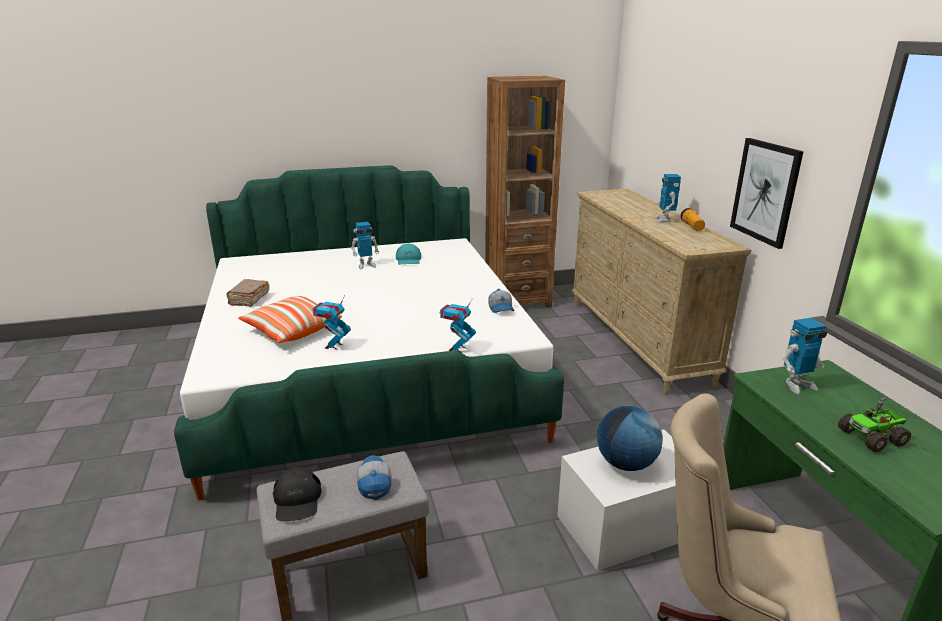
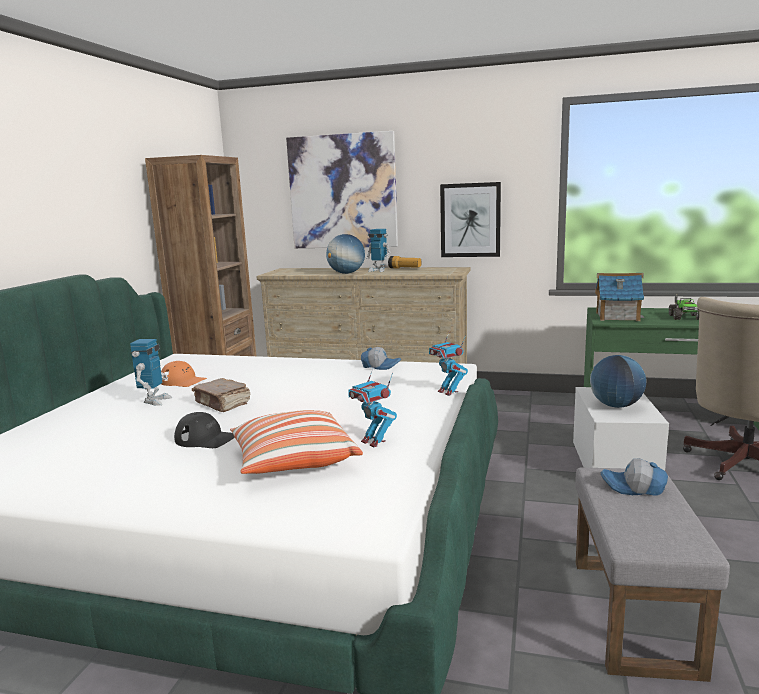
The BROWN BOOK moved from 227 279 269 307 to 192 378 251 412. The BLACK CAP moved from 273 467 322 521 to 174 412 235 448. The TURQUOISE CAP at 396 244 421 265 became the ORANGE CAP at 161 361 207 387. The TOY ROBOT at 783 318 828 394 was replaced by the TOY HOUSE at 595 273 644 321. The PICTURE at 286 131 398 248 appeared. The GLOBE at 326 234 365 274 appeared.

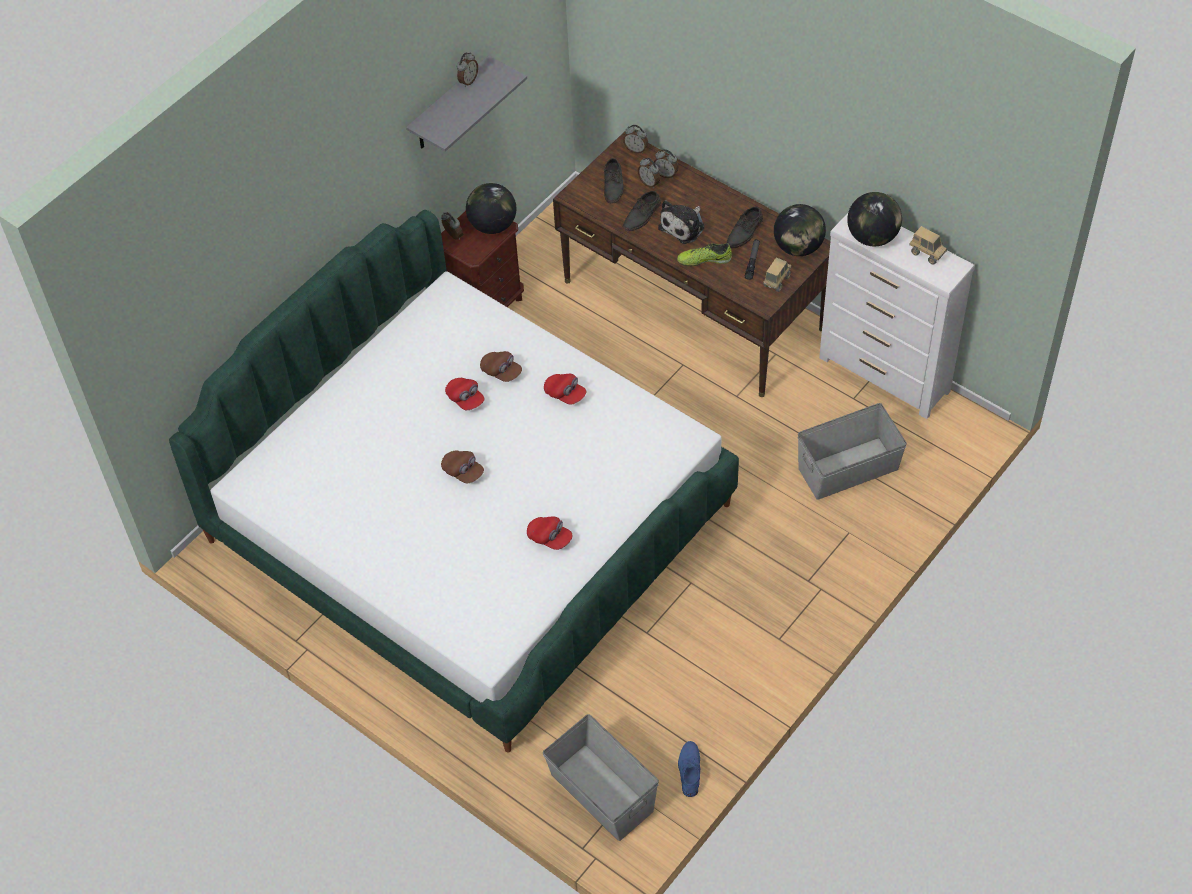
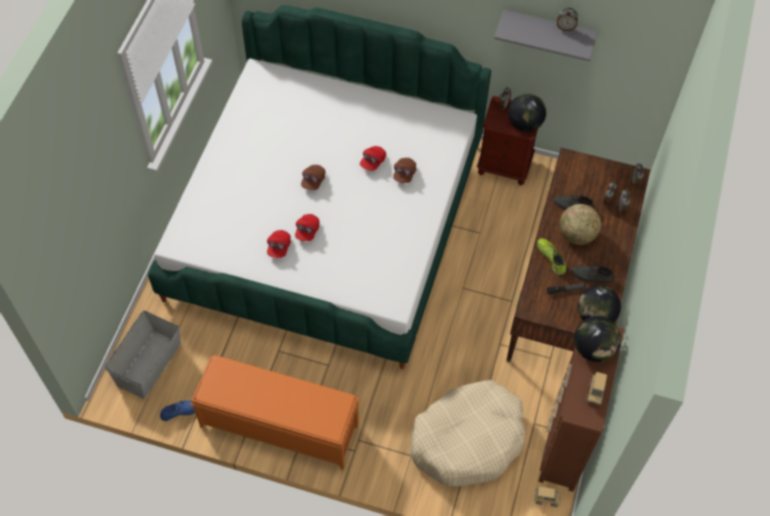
The RED CAP moved from 544 374 586 405 to 295 214 320 241. The GREY SHOE at 604 158 624 204 disappeared. The PLUSH TOY at 658 200 705 244 was replaced by the GLOBE at 560 204 601 245. The TOY TRUCK moved from 763 258 792 292 to 534 486 561 507. The GREY STORAGE BOX at 798 403 907 500 was replaced by the BEIGE DOG BED at 410 380 525 487. The WHITE DRESSER at 819 213 975 419 became the BROWN DRESSER at 539 318 625 492. The ORANGE BENCH at 190 355 360 470 appeared.

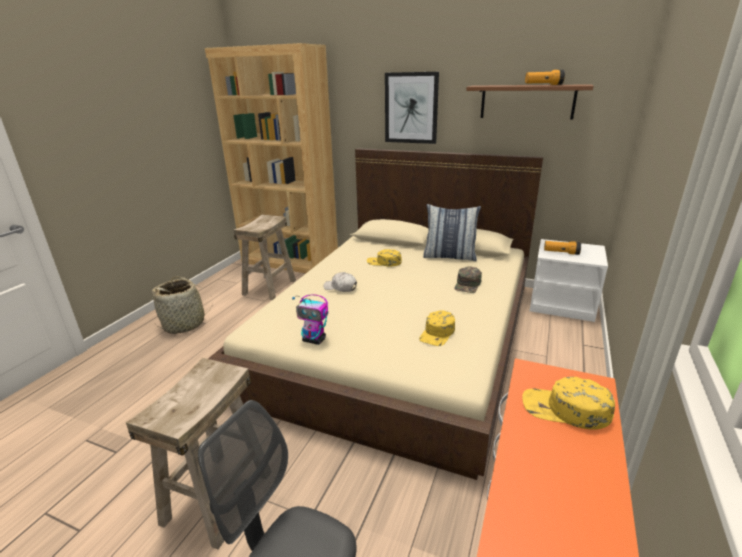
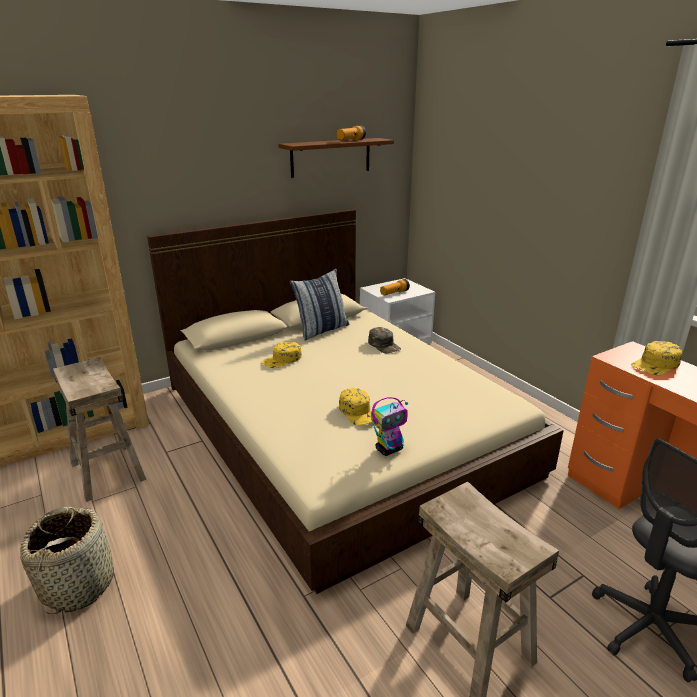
The WHITE CAP at 323 272 357 292 disappeared. The PICTURE at 385 72 439 144 disappeared. The YELLOW CAP moved from 419 310 455 346 to 339 388 372 426.

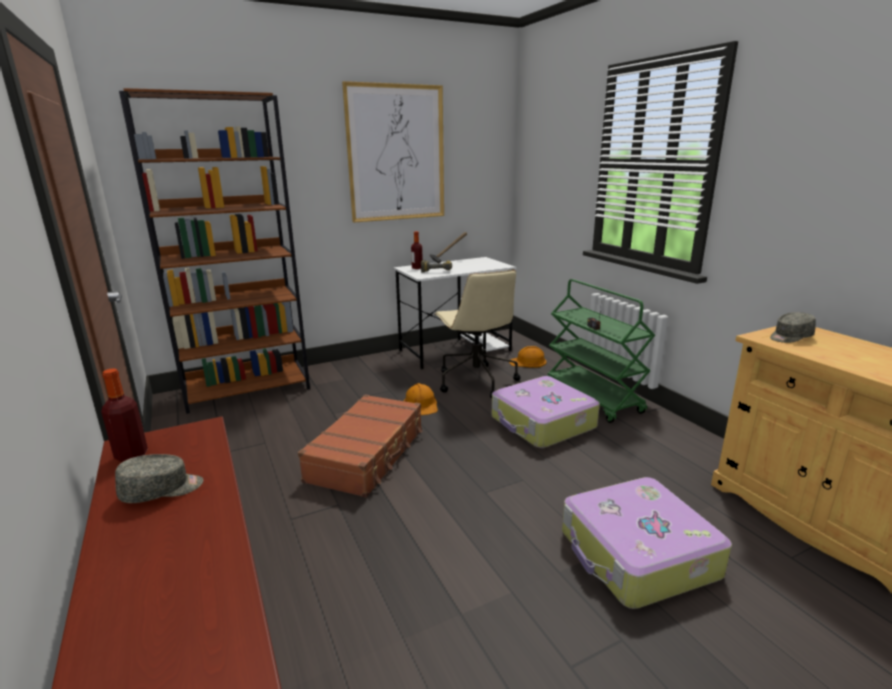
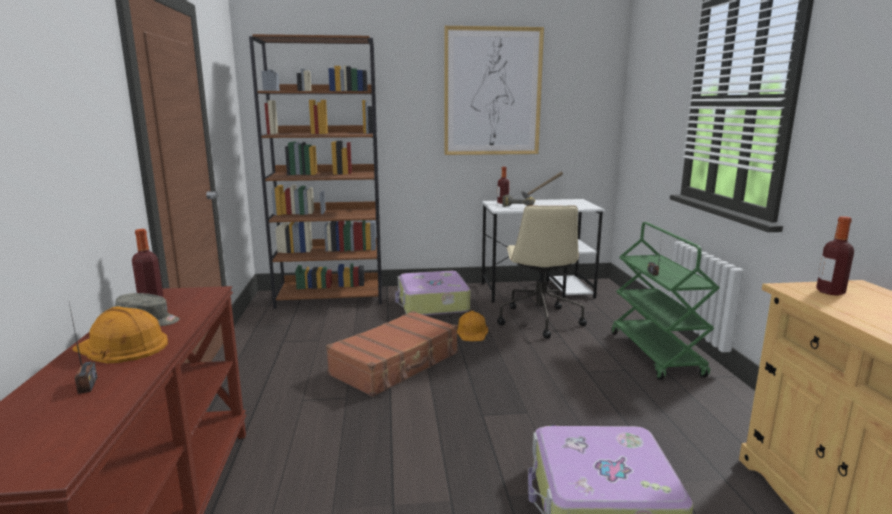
The SUITCASE moved from 492 376 600 448 to 395 271 470 315. The ORANGE HARD HAT moved from 509 346 546 368 to 72 306 168 364. The GREY CAP at 770 312 816 343 was replaced by the BOTTLE at 816 216 854 296. The RADIO at 69 303 98 394 appeared.

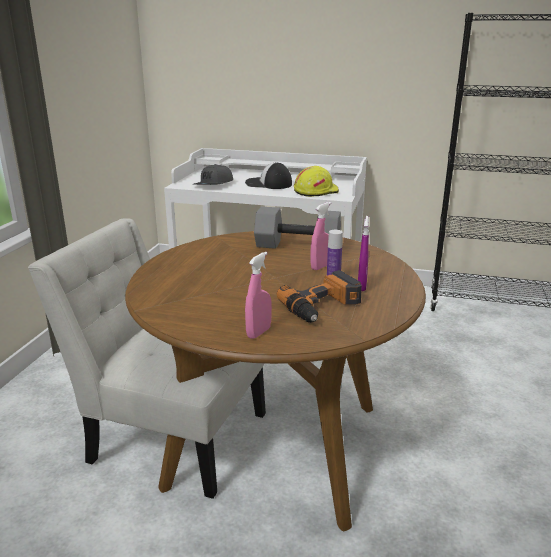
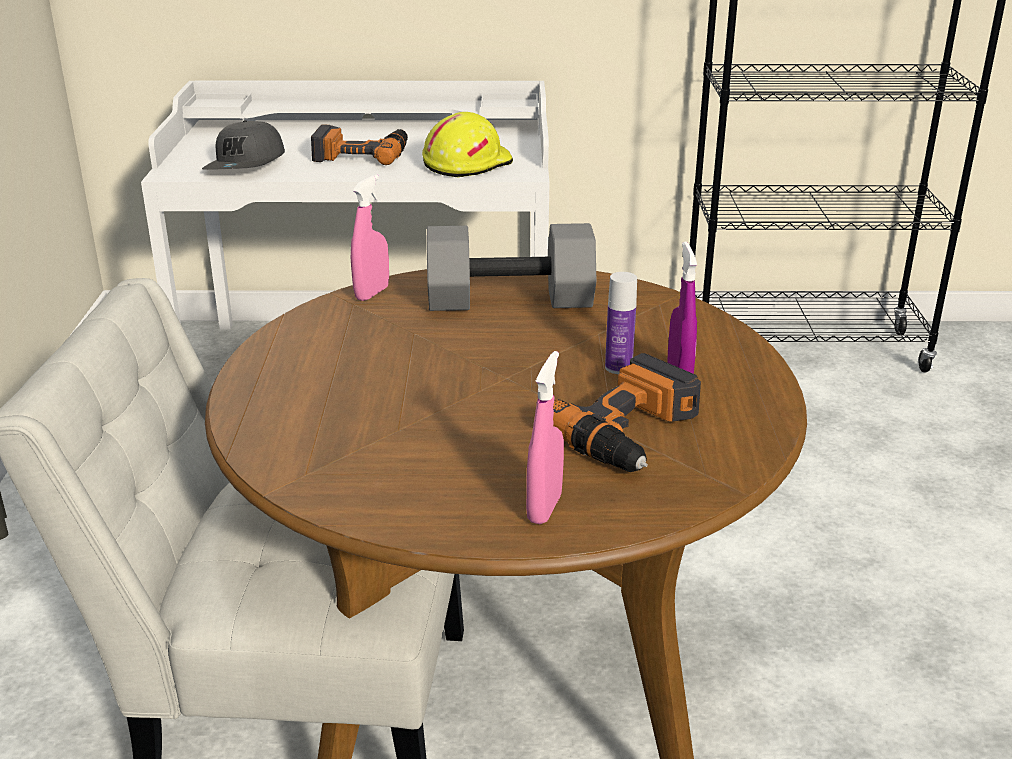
The CAP at 245 162 292 189 was replaced by the POWER DRILL at 311 124 408 165. The PINK SPRAY BOTTLE moved from 311 202 331 270 to 351 175 389 301.

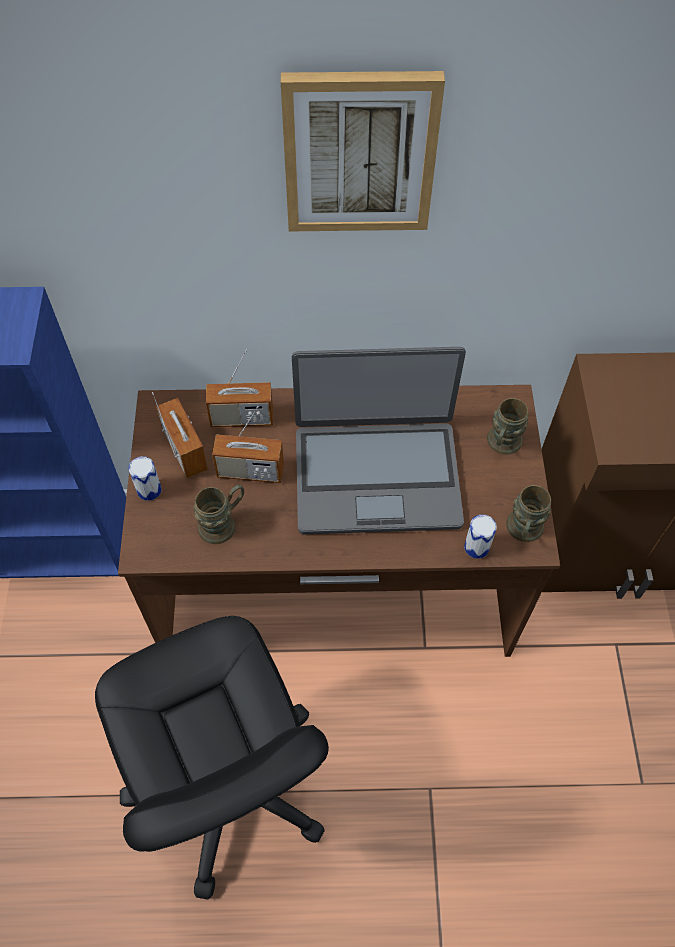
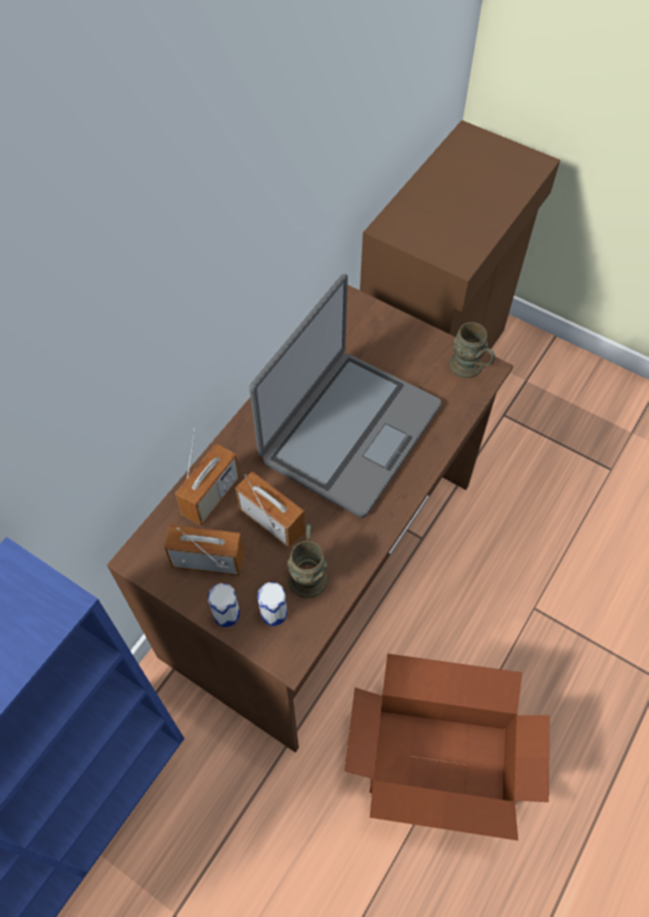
The BLACK OFFICE CHAIR at 95 616 329 900 was replaced by the CARDBOARD BOX at 344 653 549 841. The RADIO at 212 406 284 483 turned 90 degrees counterclockwise. The PICTURE at 281 71 445 232 disappeared. The CAN moved from 464 514 497 559 to 257 582 287 626. The BROWN MUG at 487 398 528 455 disappeared.

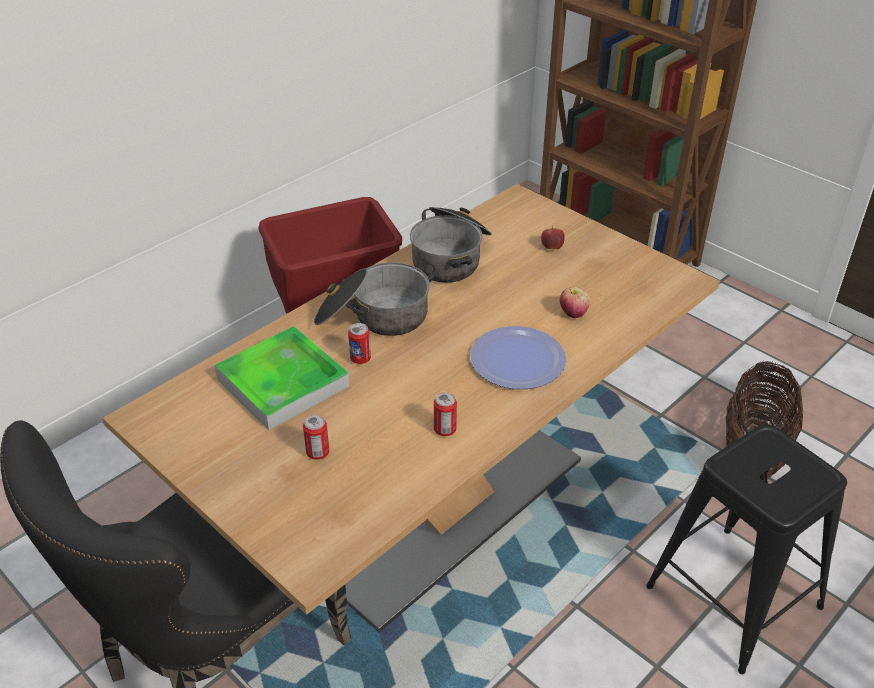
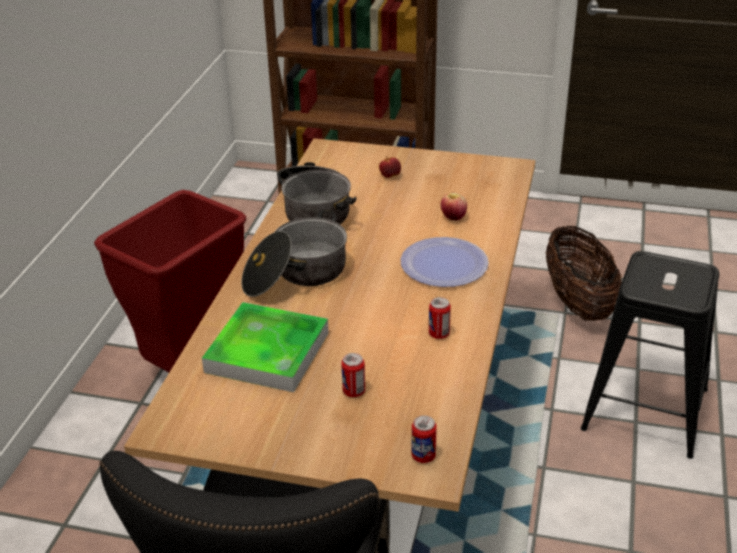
The CAN moved from 348 323 371 364 to 411 415 437 463.

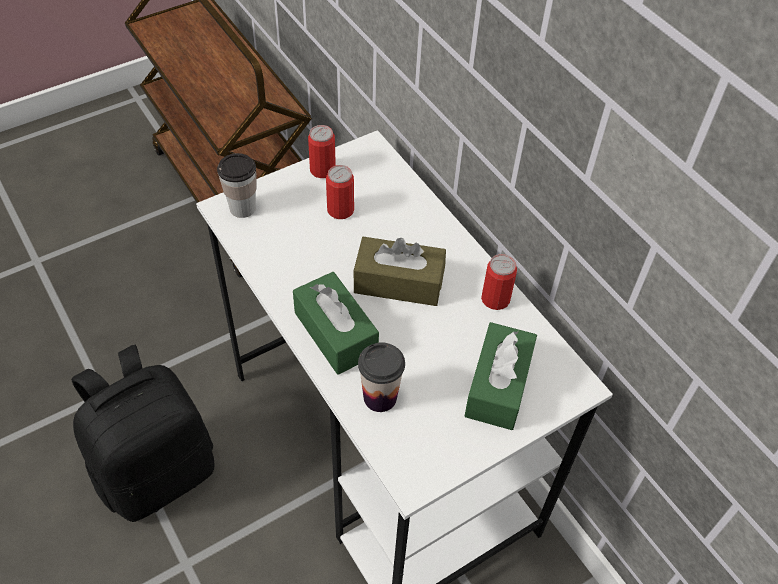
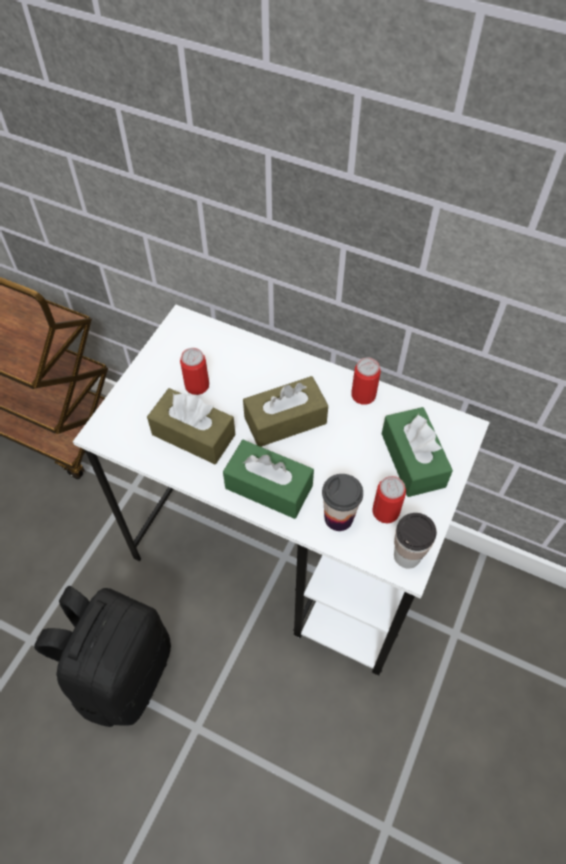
The CUP moved from 217 153 257 218 to 394 513 437 569. The CAN moved from 308 125 336 178 to 372 476 406 524. The BROWN TISSUE BOX at 147 388 235 464 appeared.

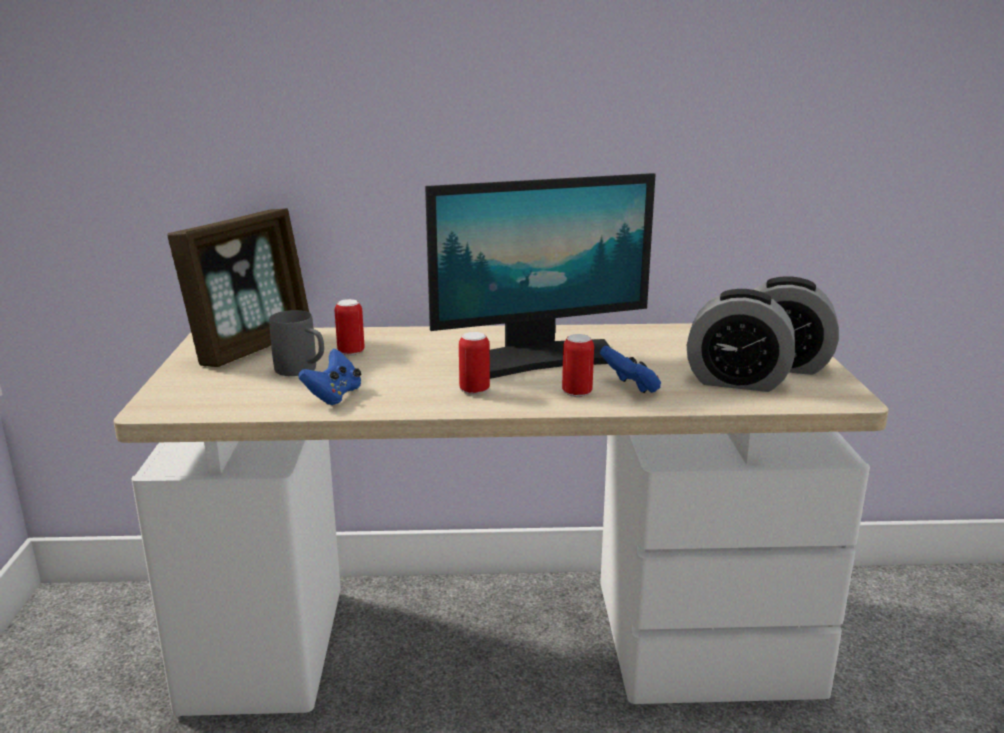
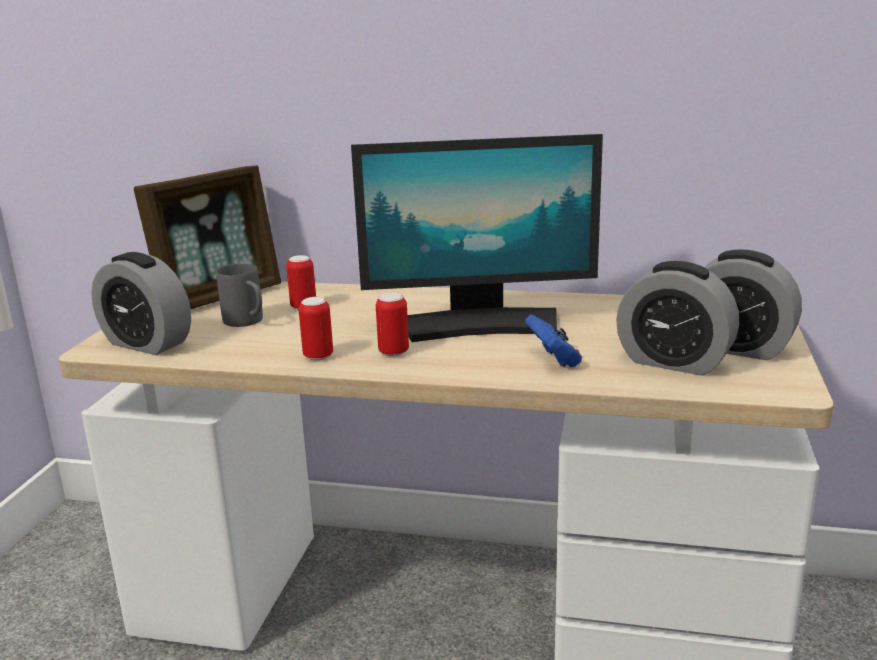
The BLUE GAME CONTROLLER at 298 349 361 405 disappeared. The CAN moved from 562 334 594 397 to 299 297 333 361. The ALARM CLOCK at 91 252 191 355 appeared.

